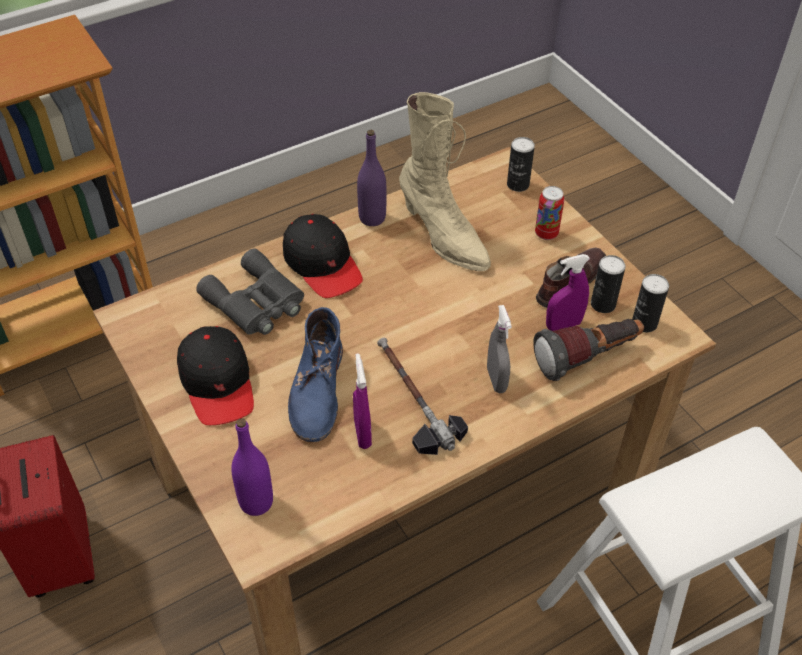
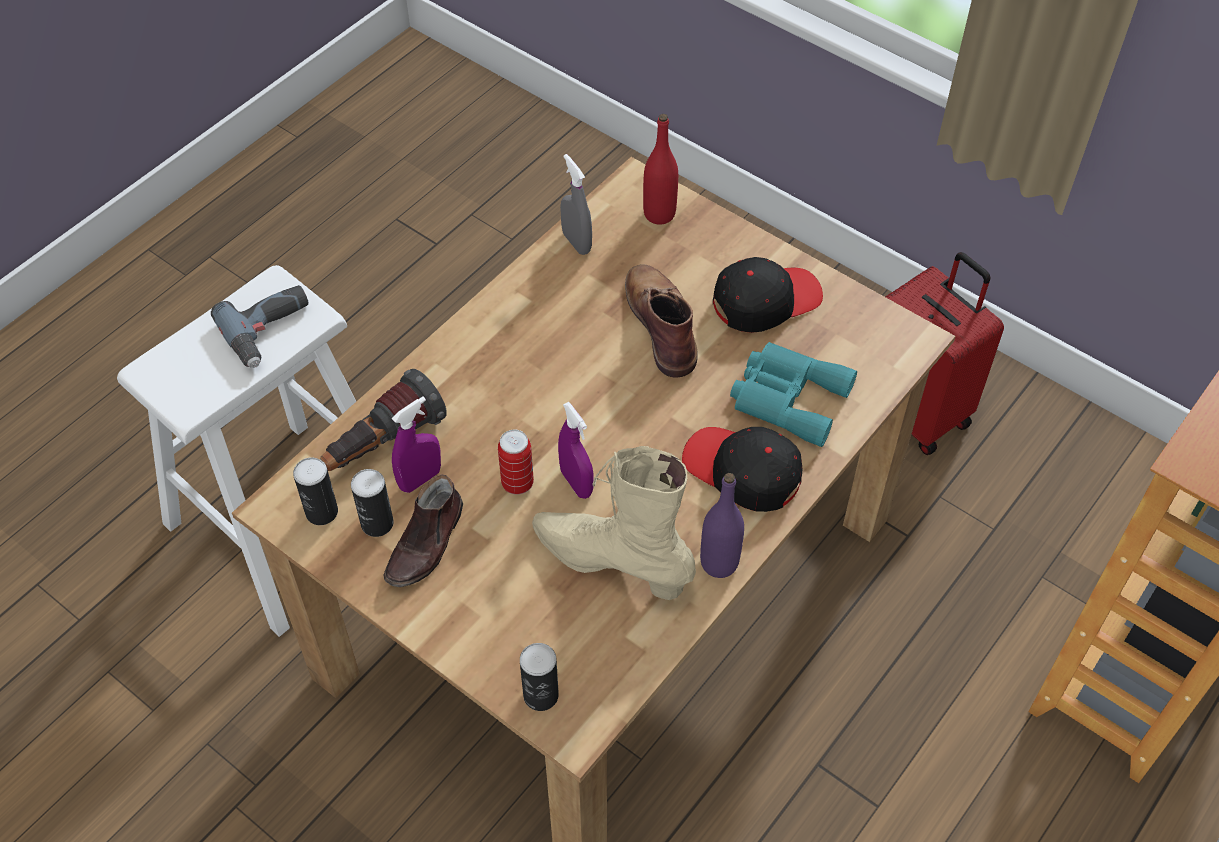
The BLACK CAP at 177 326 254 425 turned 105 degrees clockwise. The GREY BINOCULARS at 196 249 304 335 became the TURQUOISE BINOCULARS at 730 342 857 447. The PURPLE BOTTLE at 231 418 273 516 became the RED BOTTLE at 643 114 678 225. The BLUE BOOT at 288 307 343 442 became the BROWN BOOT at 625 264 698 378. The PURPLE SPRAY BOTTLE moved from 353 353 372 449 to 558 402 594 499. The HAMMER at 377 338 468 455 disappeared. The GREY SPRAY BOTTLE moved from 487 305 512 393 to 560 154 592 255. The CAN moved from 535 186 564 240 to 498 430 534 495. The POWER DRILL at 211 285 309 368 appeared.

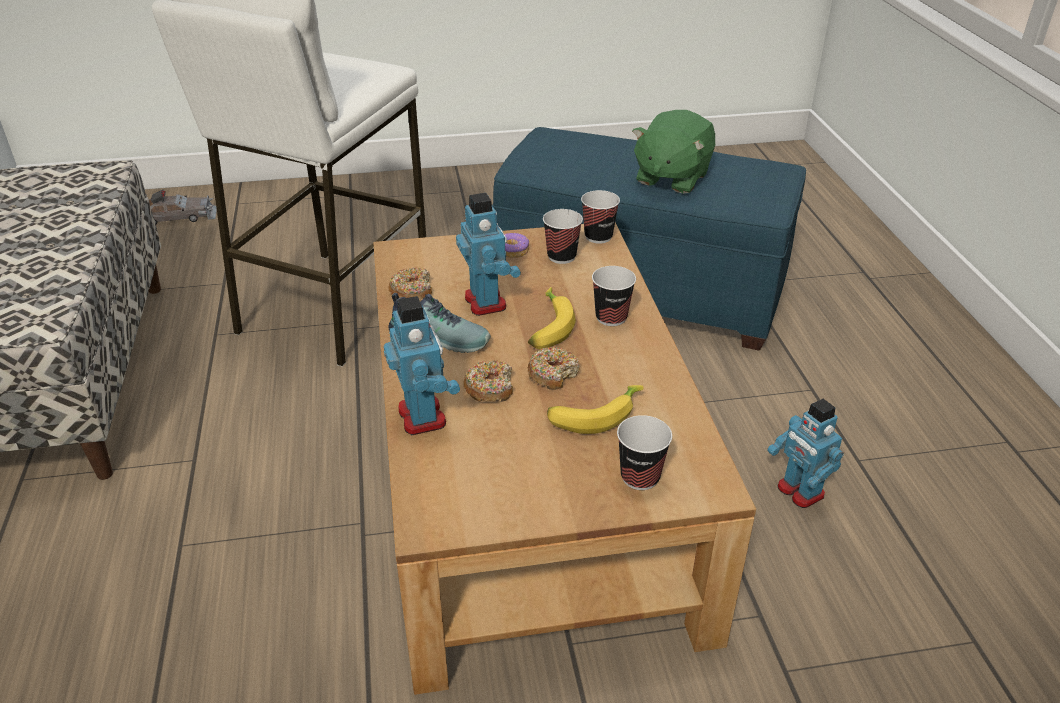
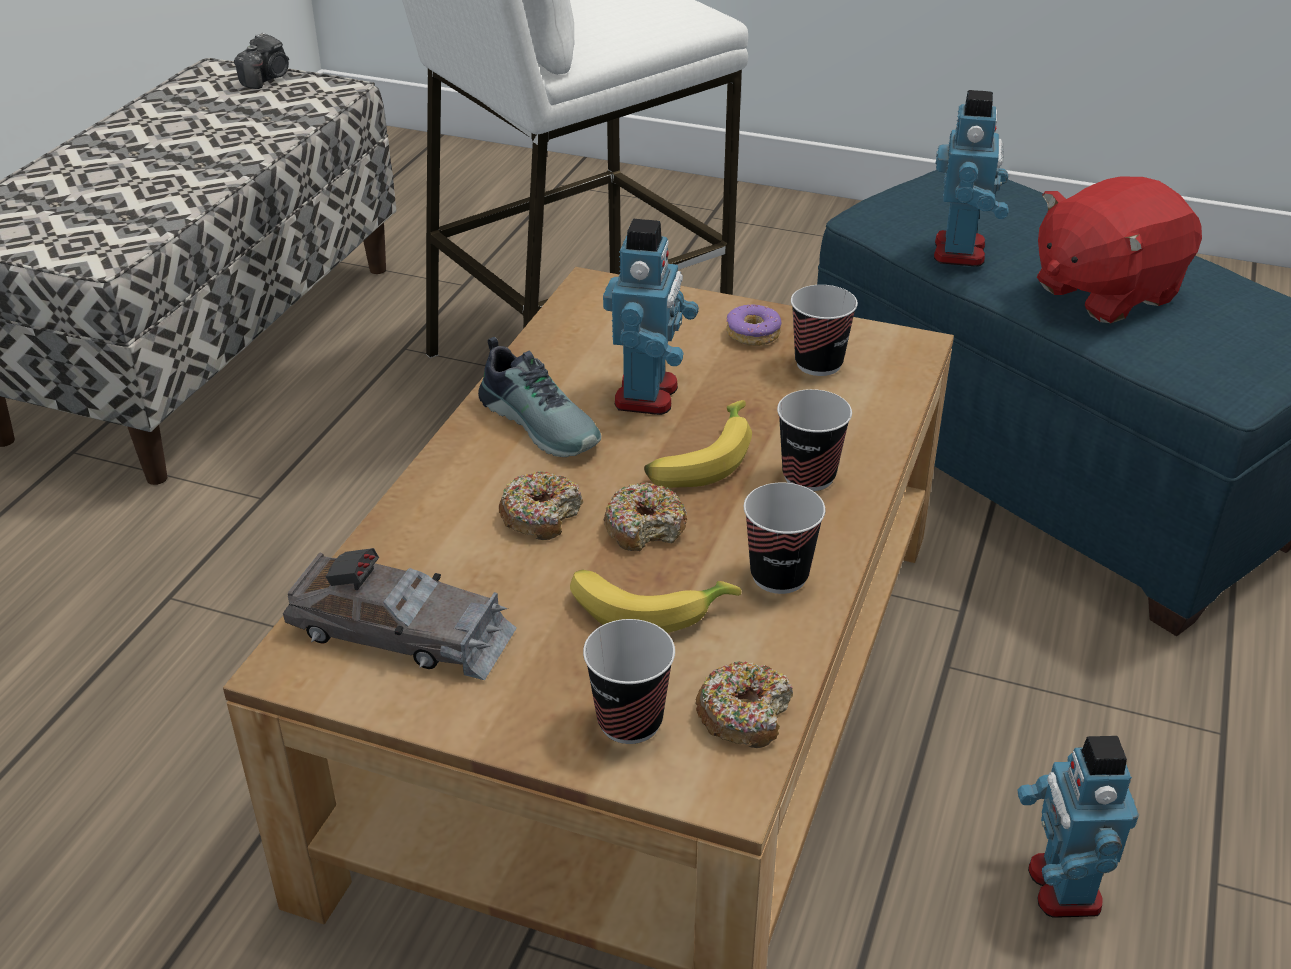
The GREY TOY CAR moved from 149 189 217 225 to 283 548 517 680. The TOY ROBOT moved from 384 296 460 435 to 934 90 1009 267. The DONUT moved from 388 267 432 299 to 695 661 793 748. The CUP moved from 581 190 620 244 to 744 483 826 594. The GREEN PLUSH TOY at 632 110 715 194 became the RED PLUSH TOY at 1037 176 1202 323. The PHOTO CAMERA at 234 32 289 89 appeared.

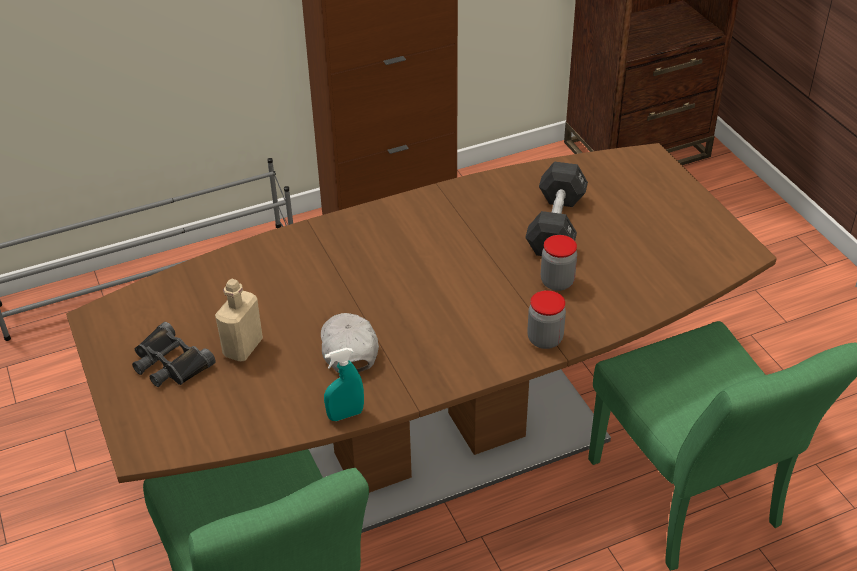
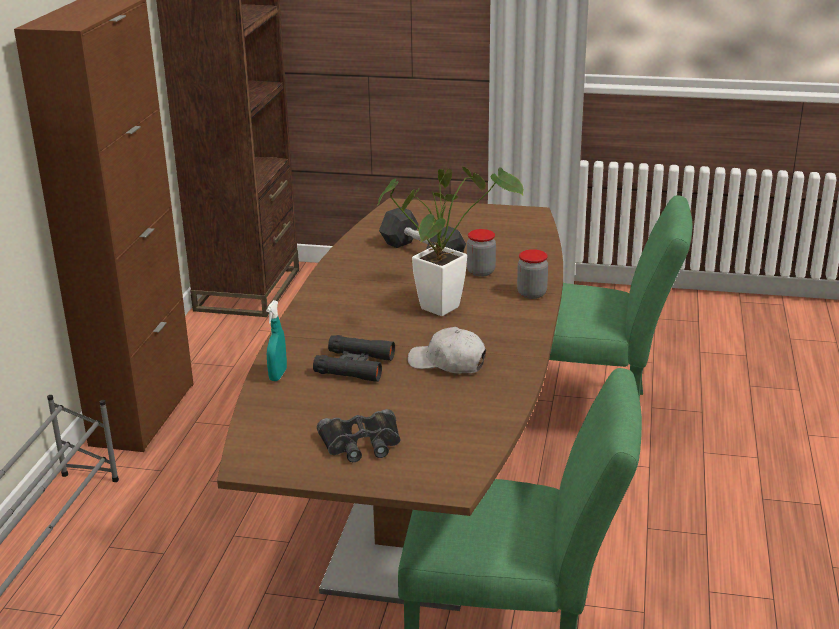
The BEIGE BOTTLE at 215 279 263 361 disappeared. The TURQUOISE SPRAY BOTTLE moved from 324 348 364 421 to 266 300 287 381. The BLACK BINOCULARS at 313 335 395 382 appeared. The POTTED PLANT at 378 167 524 316 appeared.

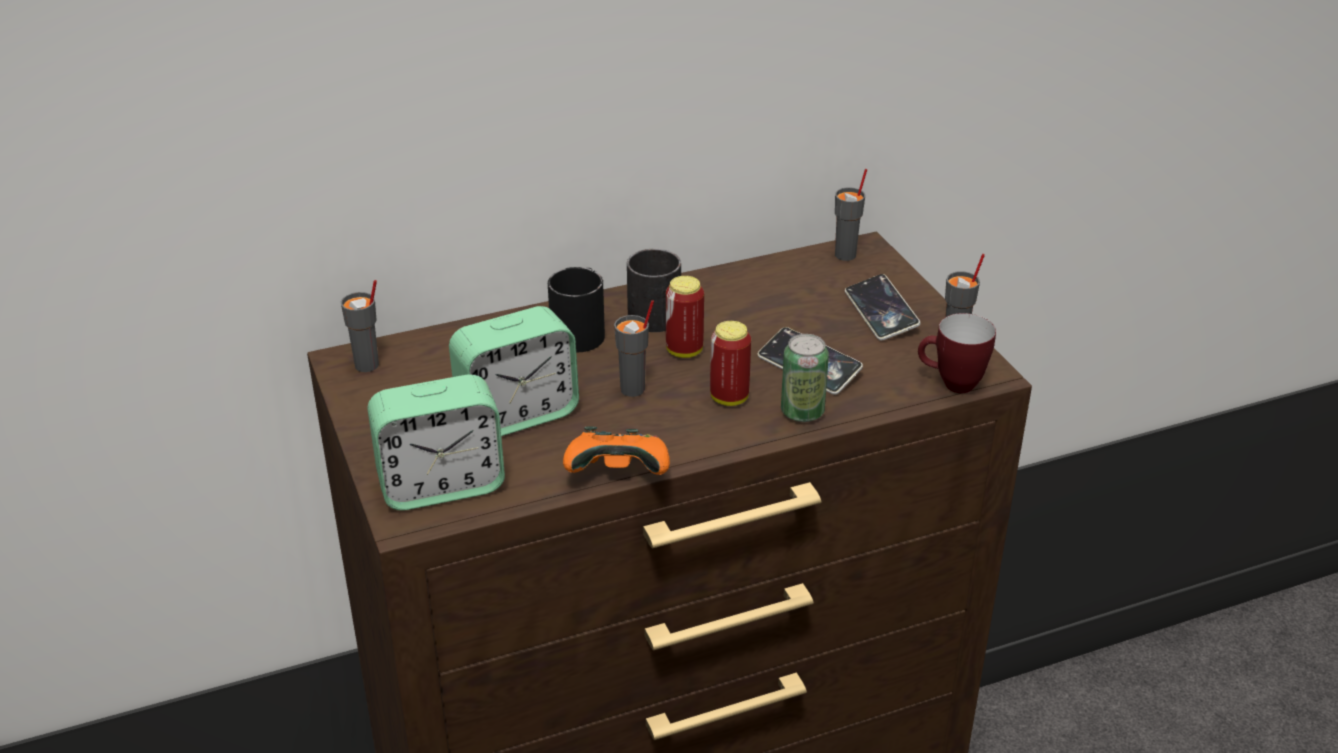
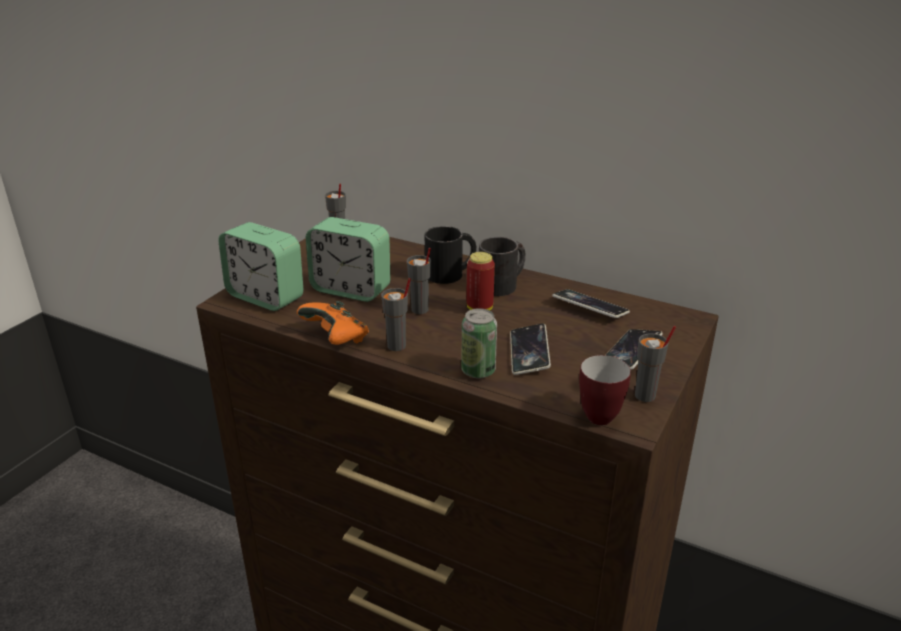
The CAN at 710 321 751 406 disappeared. The GREY CUP moved from 835 169 867 261 to 381 278 411 351. The PHONE at 552 289 630 318 appeared.

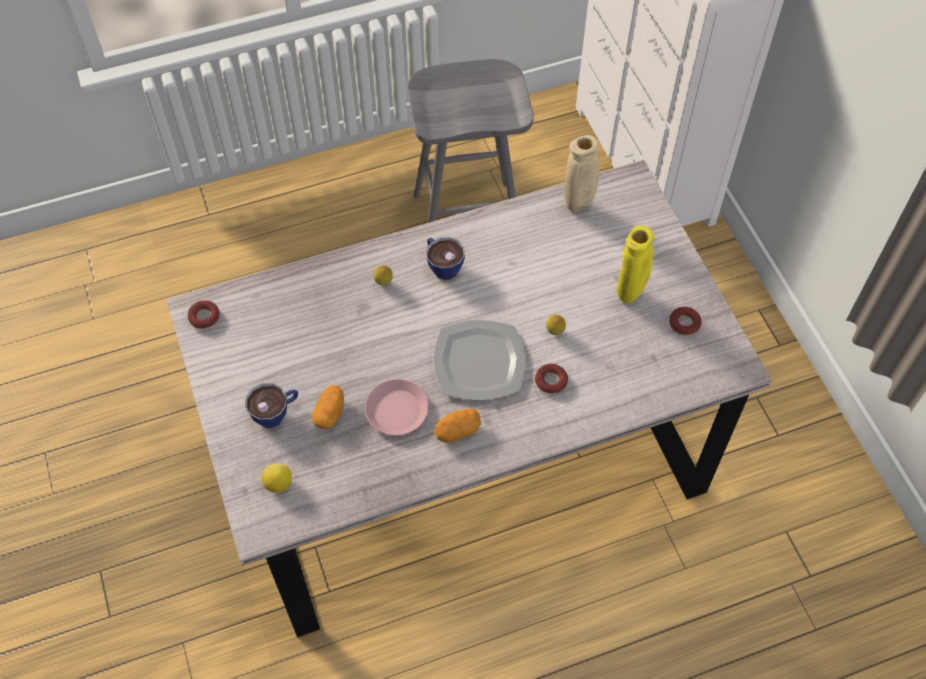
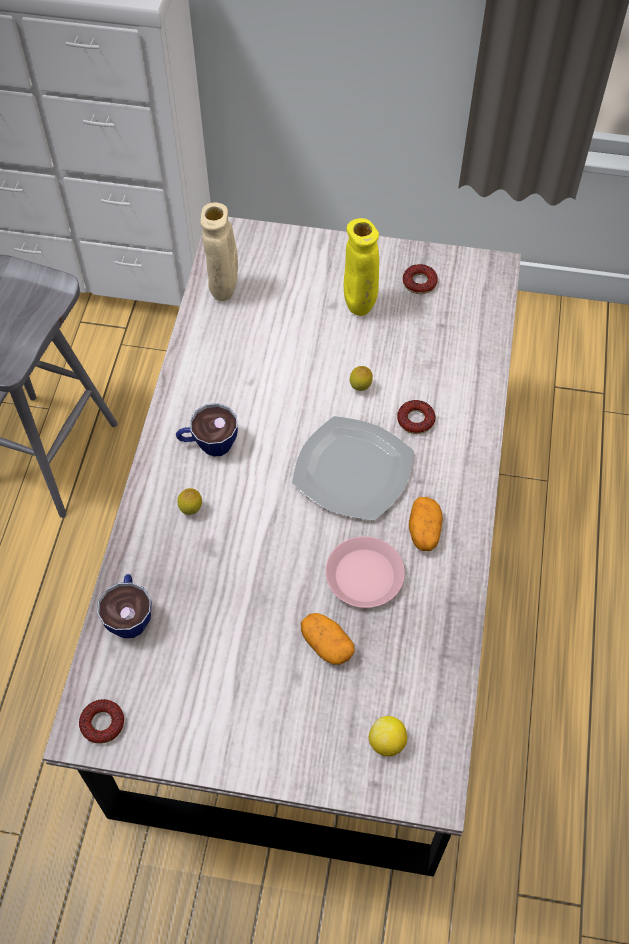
The CUP moved from 245 383 298 428 to 97 574 151 638.

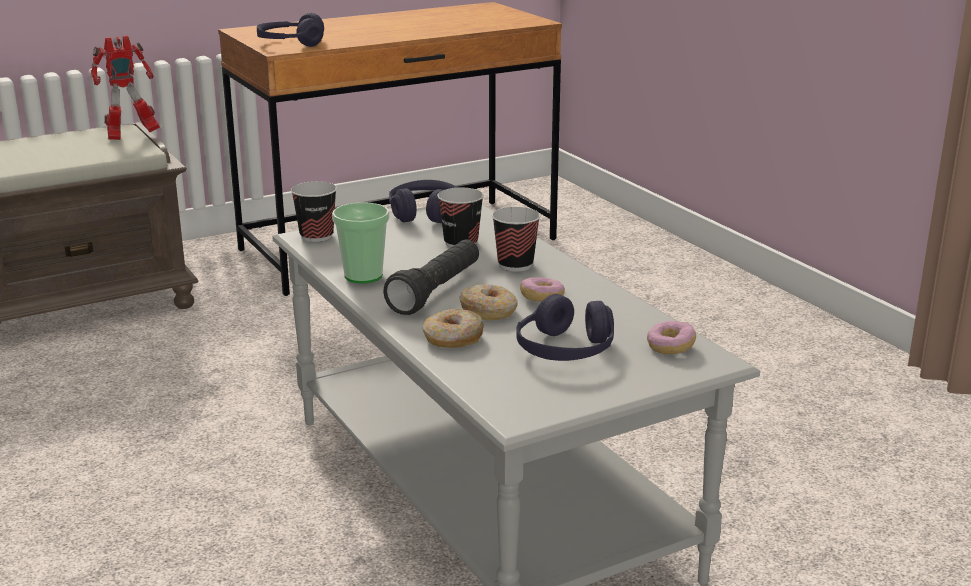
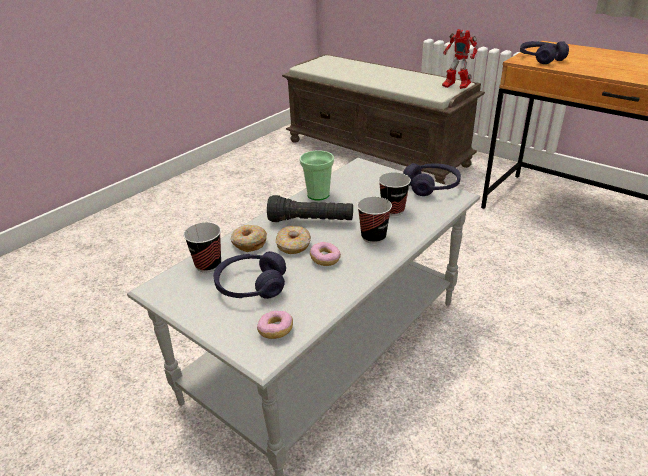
The CUP moved from 291 181 337 242 to 184 222 221 272.

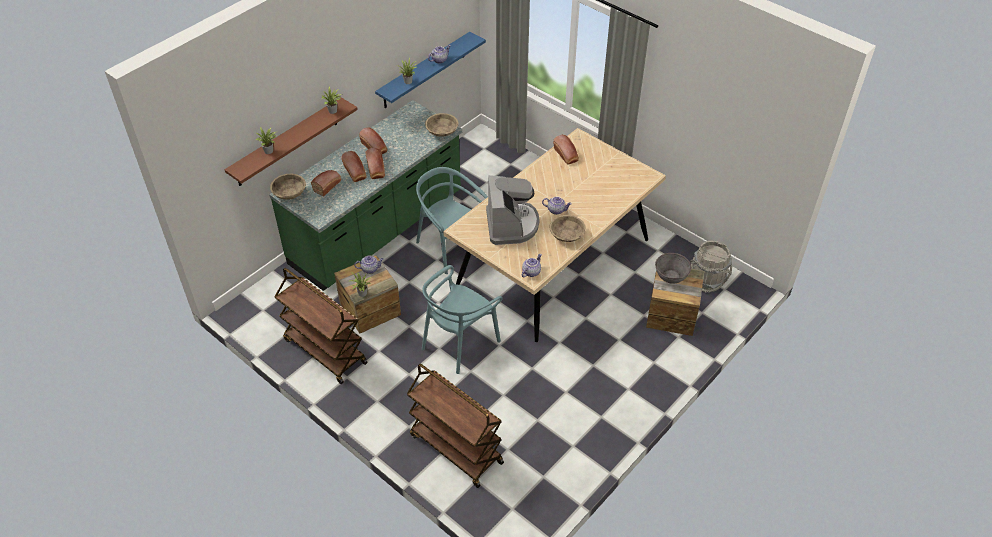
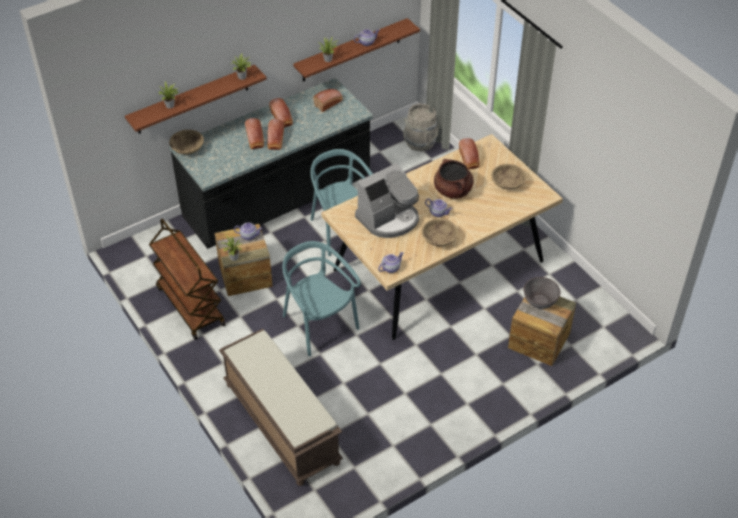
The GREEN COUNTER at 269 100 462 291 became the BLACK COUNTER at 169 78 373 249. The BREAD moved from 311 170 341 196 to 313 89 343 112. The BLUE SHELF at 375 32 486 108 became the BROWN SHELF at 293 18 420 82. The BROWN CART at 407 364 504 488 was replaced by the BROWN BENCH at 219 329 343 486. The TURQUOISE CHAIR at 422 265 503 374 turned 90 degrees clockwise. The BEIGE BOWL moved from 425 113 458 137 to 491 164 526 190. The COFFEE MACHINE at 486 175 540 245 turned 45 degrees clockwise. The GREY BUCKET moved from 690 241 732 292 to 403 103 439 151. The BROWN COOKING POT at 434 159 474 199 appeared.

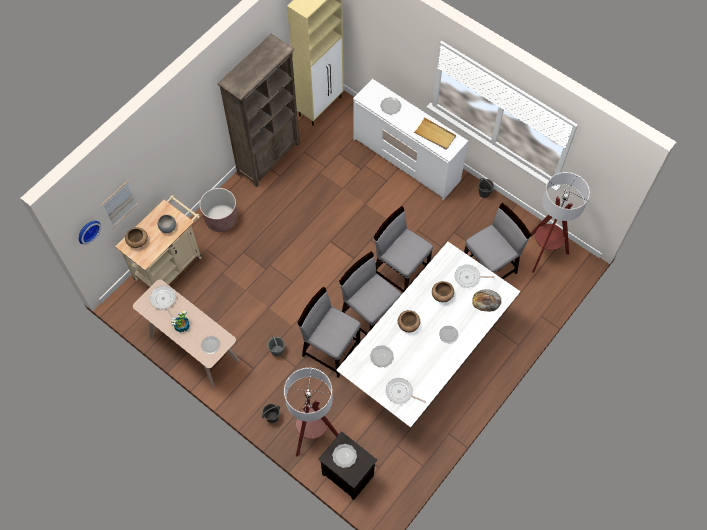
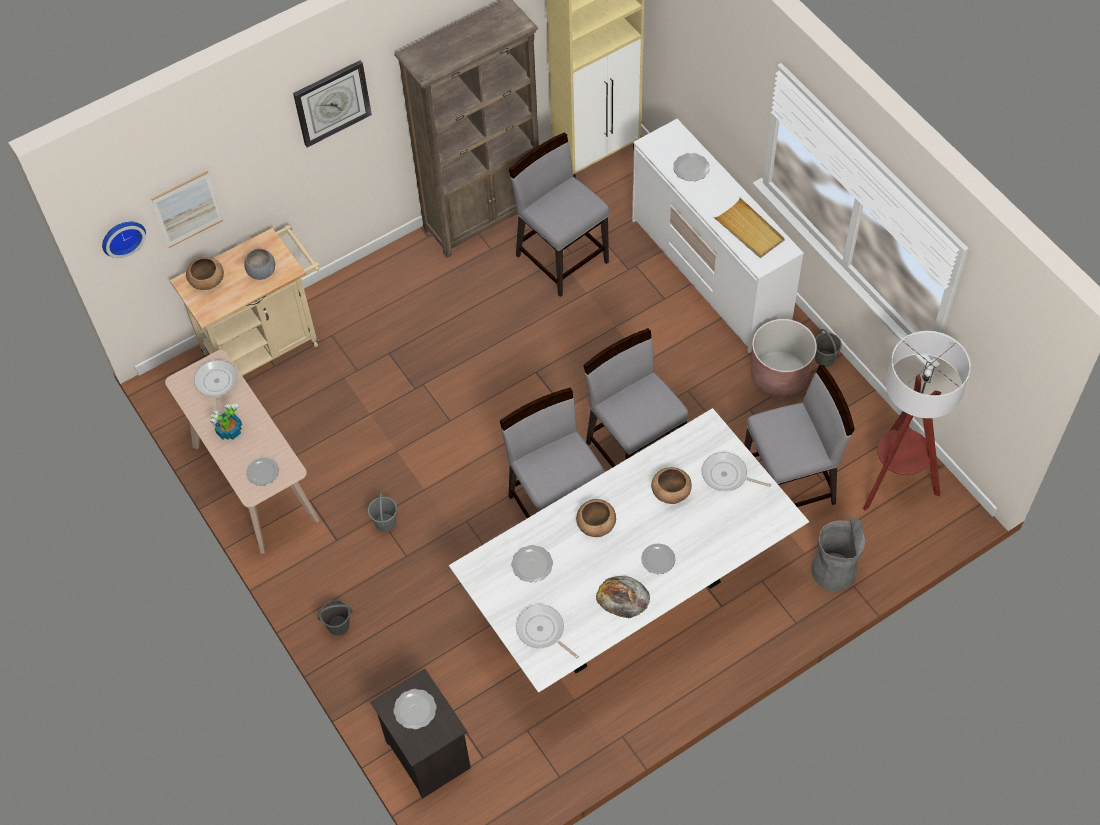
The BROWN PLANTER moved from 199 188 238 232 to 751 319 817 398. The FLOOR LAMP at 284 368 339 456 disappeared. The GREY CHAIR moved from 298 287 361 378 to 509 132 609 297. The BREAD moved from 472 289 501 312 to 596 576 650 618. The WALL CLOCK at 293 60 372 147 appeared. The GREY TRASH CAN at 811 517 865 591 appeared.

